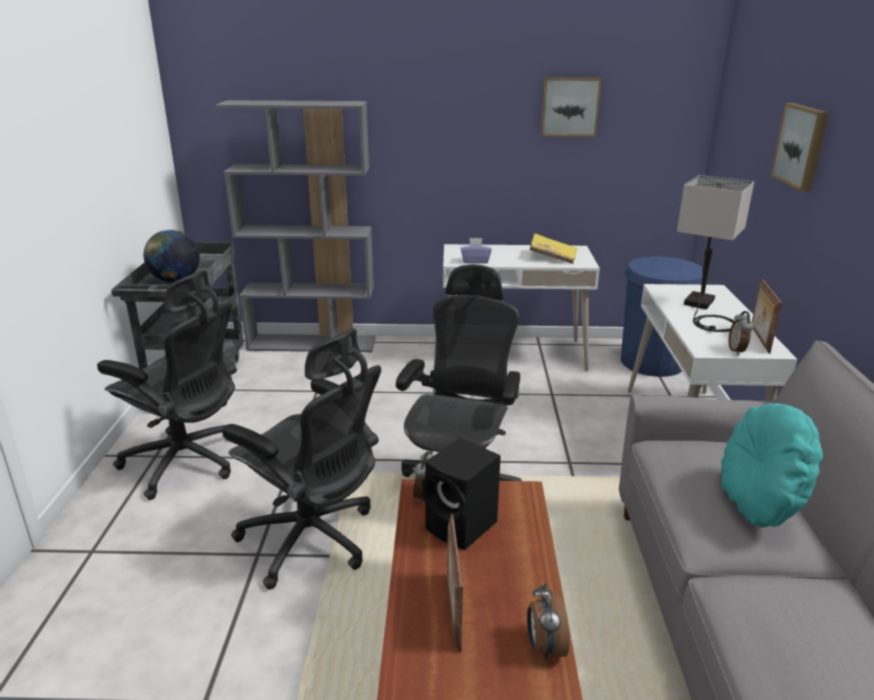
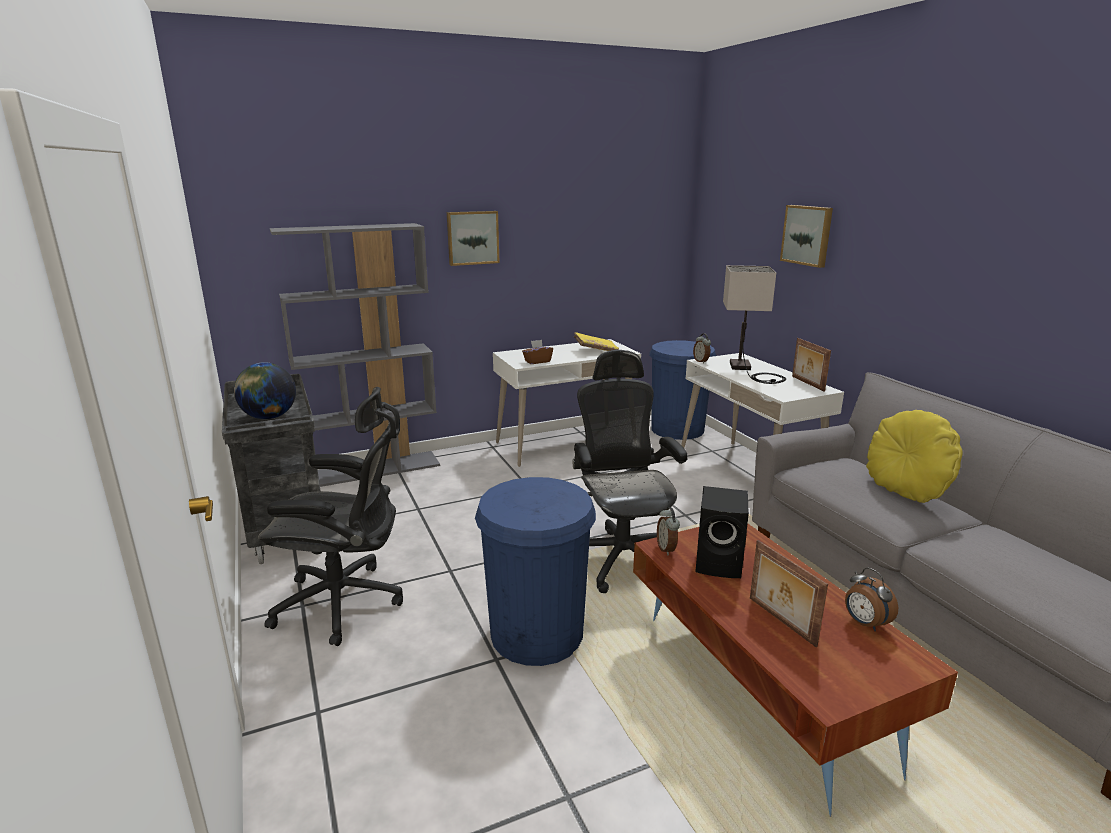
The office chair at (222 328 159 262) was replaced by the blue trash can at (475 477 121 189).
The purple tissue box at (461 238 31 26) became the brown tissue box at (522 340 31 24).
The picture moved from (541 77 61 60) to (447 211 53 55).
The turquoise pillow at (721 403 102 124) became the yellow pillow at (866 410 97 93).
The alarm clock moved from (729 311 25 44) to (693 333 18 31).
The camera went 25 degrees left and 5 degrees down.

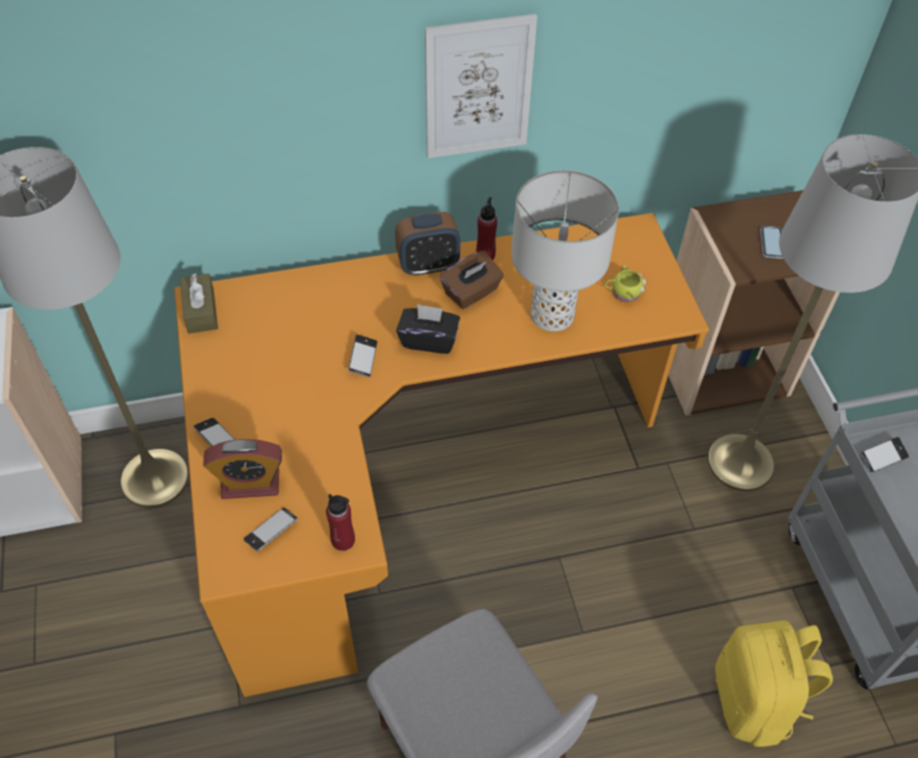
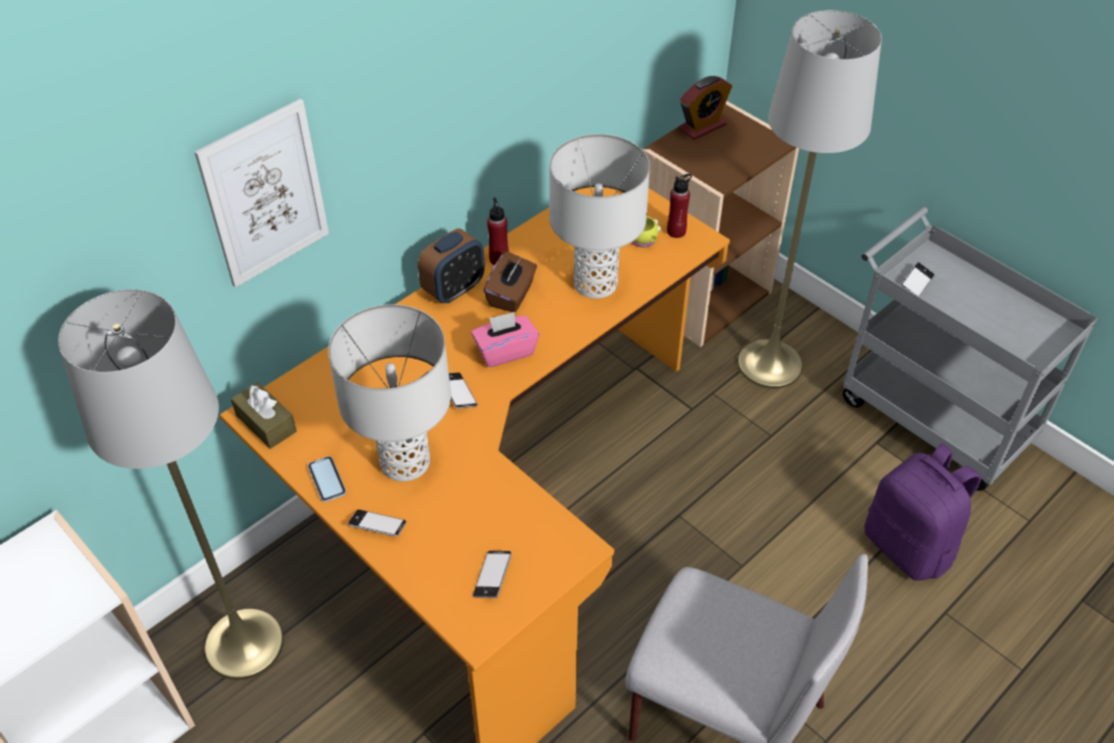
The alarm clock moved from (203 439 79 60) to (679 76 53 64).
The red bottle moved from (326 494 29 57) to (667 174 25 64).
The black tissue box at (396 304 64 50) became the pink tissue box at (471 312 68 55).
The picture moved from (425 14 112 145) to (195 99 134 189).
The yellow backpack at (715 620 118 127) became the purple backpack at (865 443 116 138).
The phone moved from (760 226 23 33) to (308 456 38 46).
The white table lamp at (328 304 123 177) appeared.
The camera went 30 degrees left and 5 degrees down.

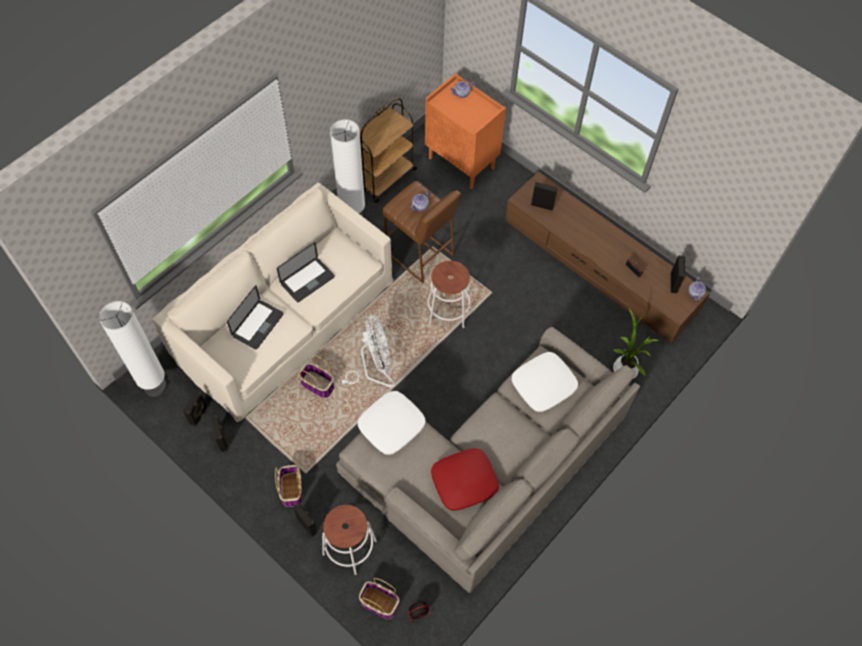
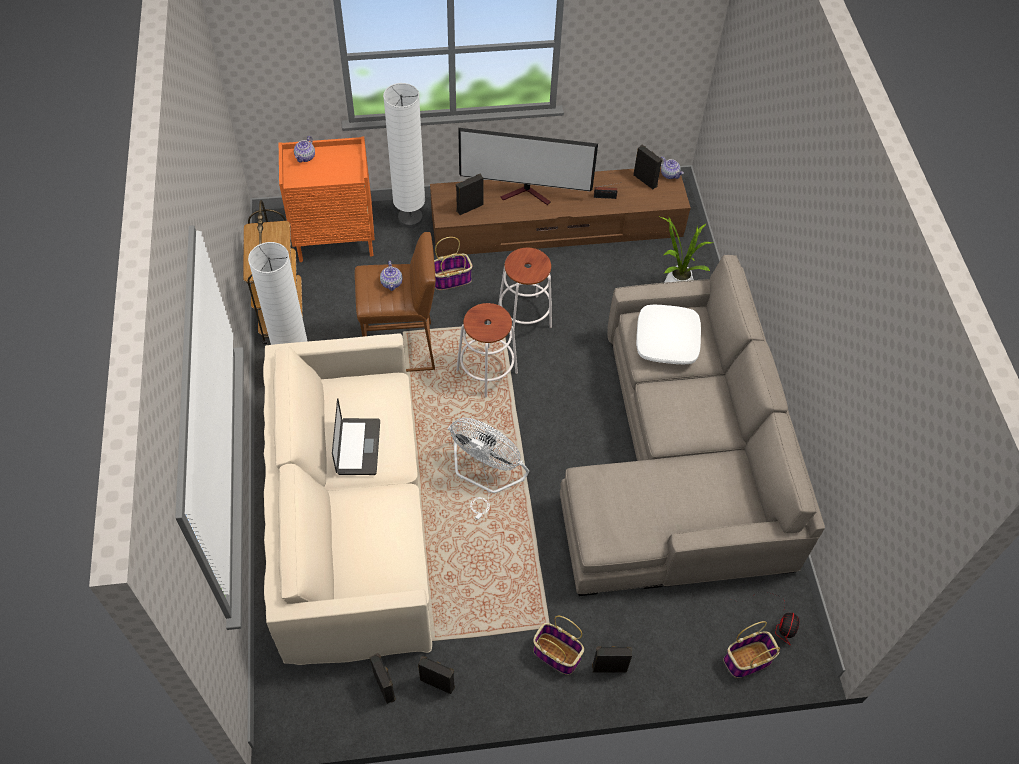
The white floor lamp moved from (99 301 68 96) to (383 83 42 145).
The laptop at (227 285 57 65) disappeared.
The basket moved from (298 355 36 43) to (434 237 39 53).
The white stool moved from (322 505 55 70) to (498 248 54 82).
The white pillow at (358 391 68 64) disappeared.
The red pillow at (431 448 68 63) disappeared.
The television at (458 128 140 77) appeared.
The camera went 50 degrees left and 5 degrees down.

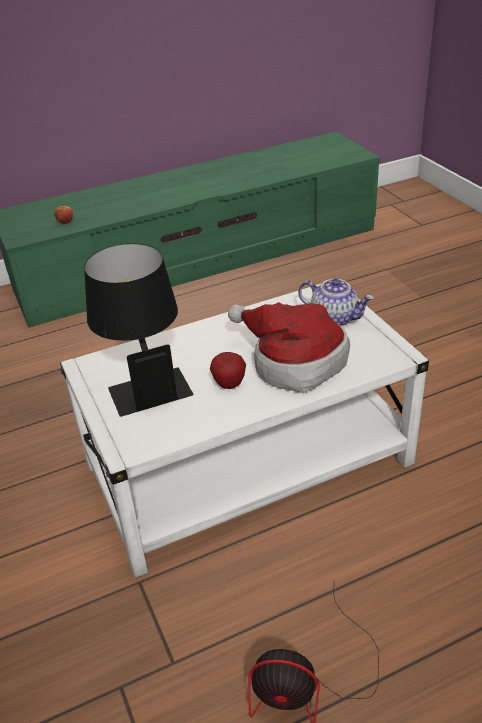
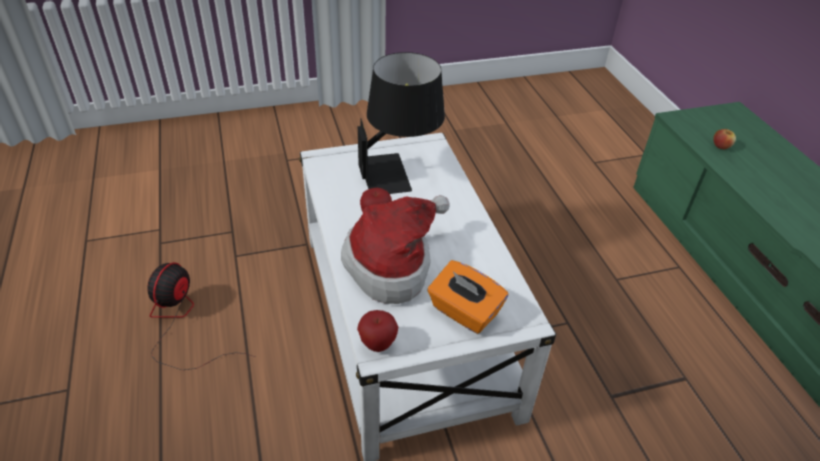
The teapot at (298 279 76 47) was replaced by the orange tissue box at (427 260 81 74).
The apple at (357 310 41 42) appeared.
The camera went 95 degrees right and 5 degrees up.

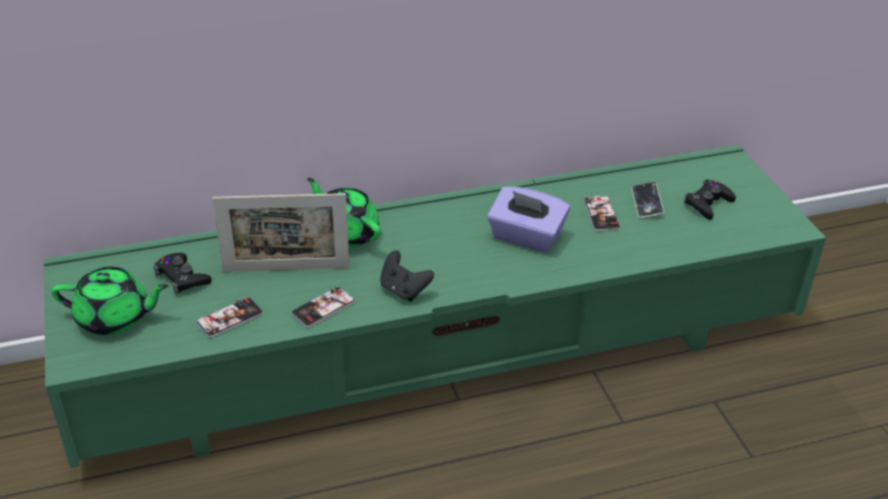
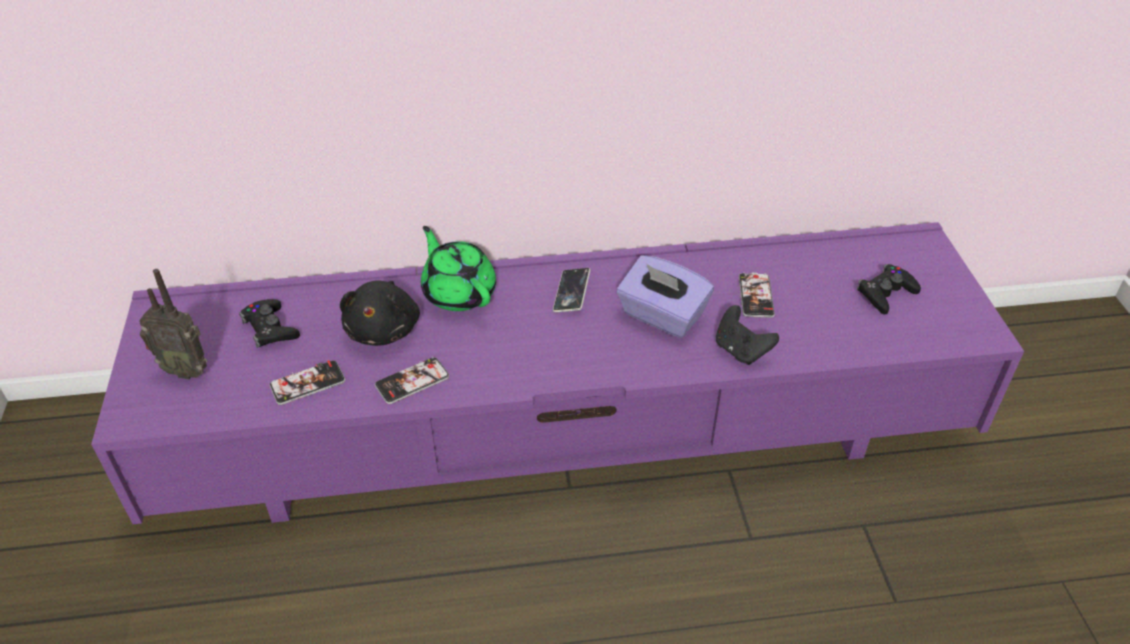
The green tv stand at (44 145 782 323) became the purple tv stand at (91 222 933 302).
The green teapot at (52 267 117 68) was replaced by the radio at (139 269 68 111).
The picture frame at (212 193 138 79) was replaced by the black plush toy at (340 280 80 66).
The black game controller moved from (380 250 54 52) to (716 305 63 60).
The phone moved from (632 182 32 37) to (553 268 37 44).
The camera went 10 degrees right and 5 degrees up.

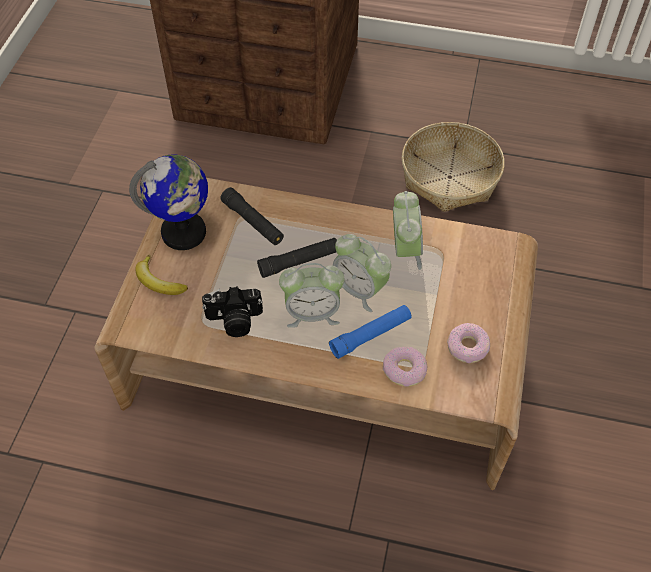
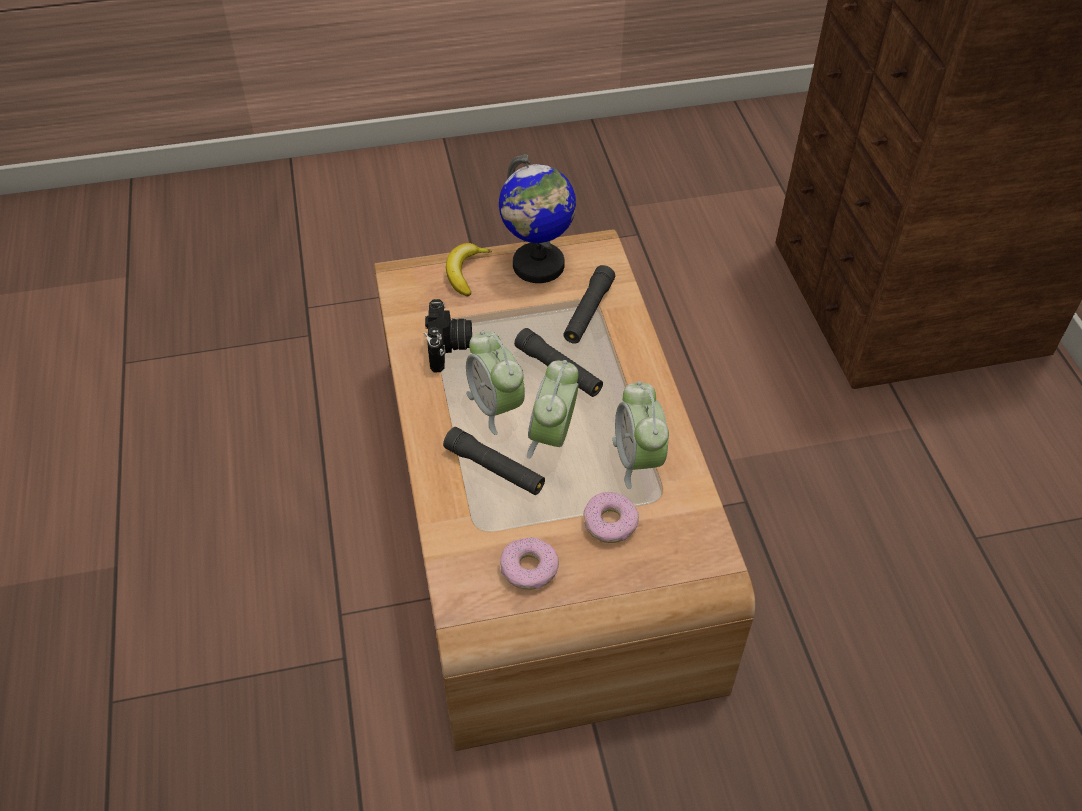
The photo camera at (202 286 61 51) turned 150 degrees counterclockwise.
The blue flashlight at (329 305 83 54) became the black flashlight at (443 427 102 68).
The donut moved from (383 347 45 40) to (584 492 55 51).
The alarm clock at (393 191 30 79) turned 105 degrees clockwise.
The basket at (402 122 103 90) disappeared.
The camera went 65 degrees right and 5 degrees down.

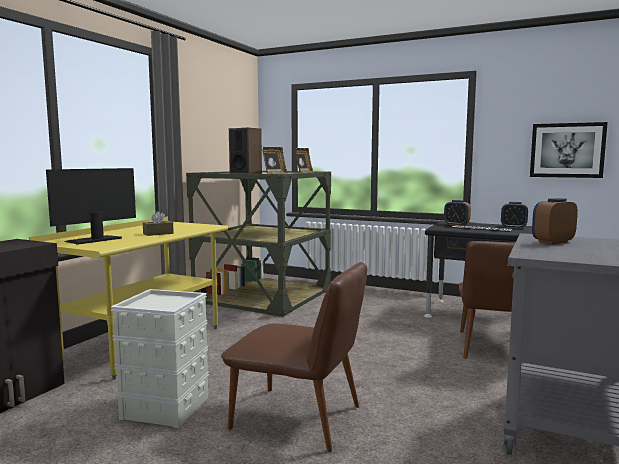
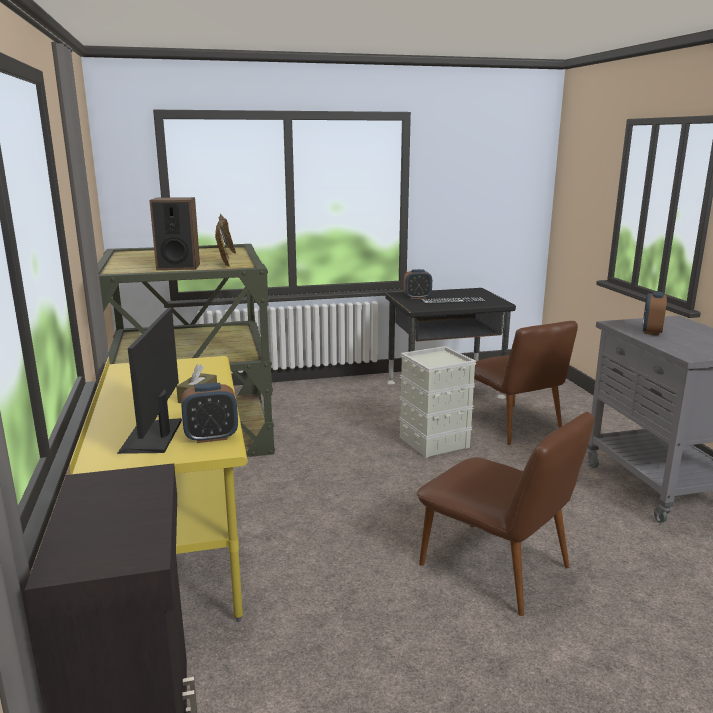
The grey storage box moved from (111 289 98 139) to (399 346 77 112).
The brown chair at (221 262 146 190) turned 60 degrees clockwise.
The alarm clock moved from (501 202 27 27) to (181 383 57 60).
The picture at (530 122 78 56) disappeared.
The camera went 40 degrees left and 10 degrees up.

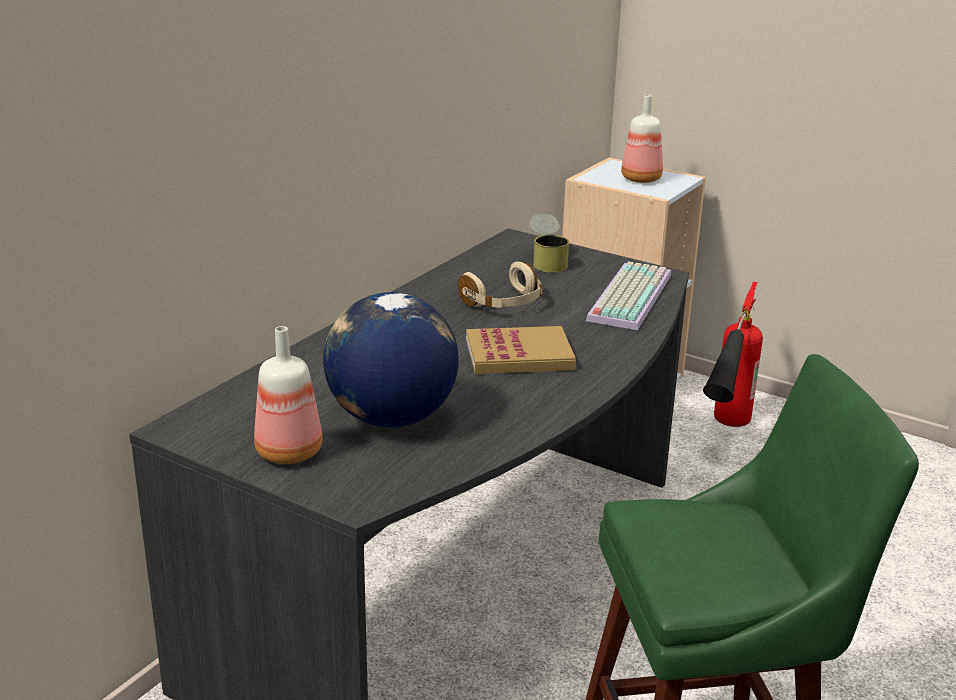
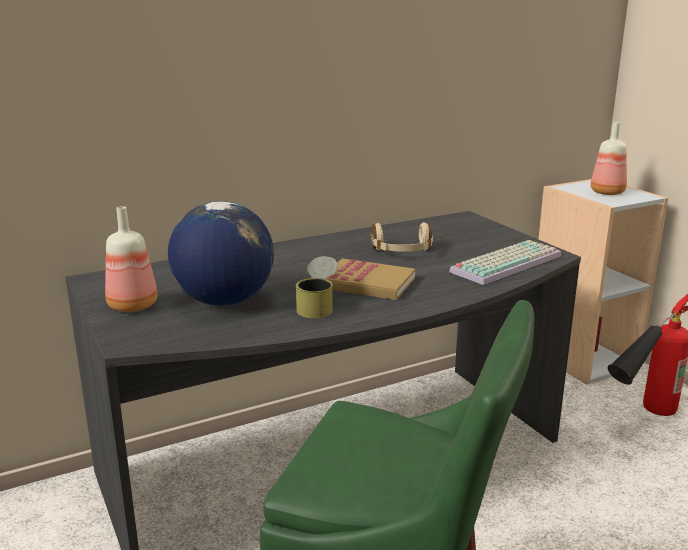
The can moved from (529 213 40 60) to (296 256 42 62).
The camera went 30 degrees right and 5 degrees down.

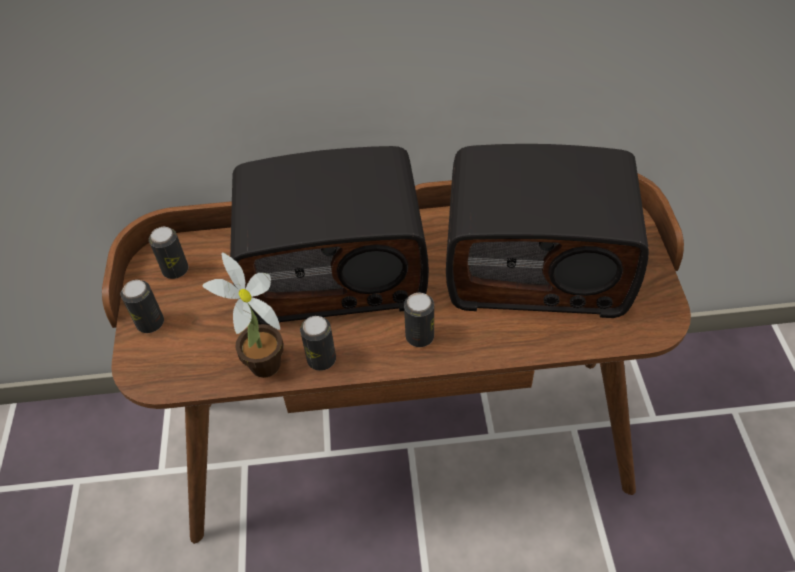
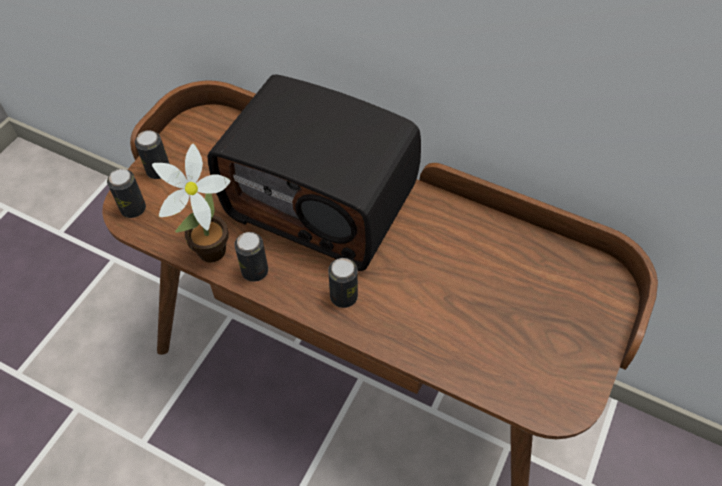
The can moved from (149 227 39 52) to (107 169 39 49).
The radio at (446 144 203 174) disappeared.
The camera went 30 degrees right and 5 degrees up.

